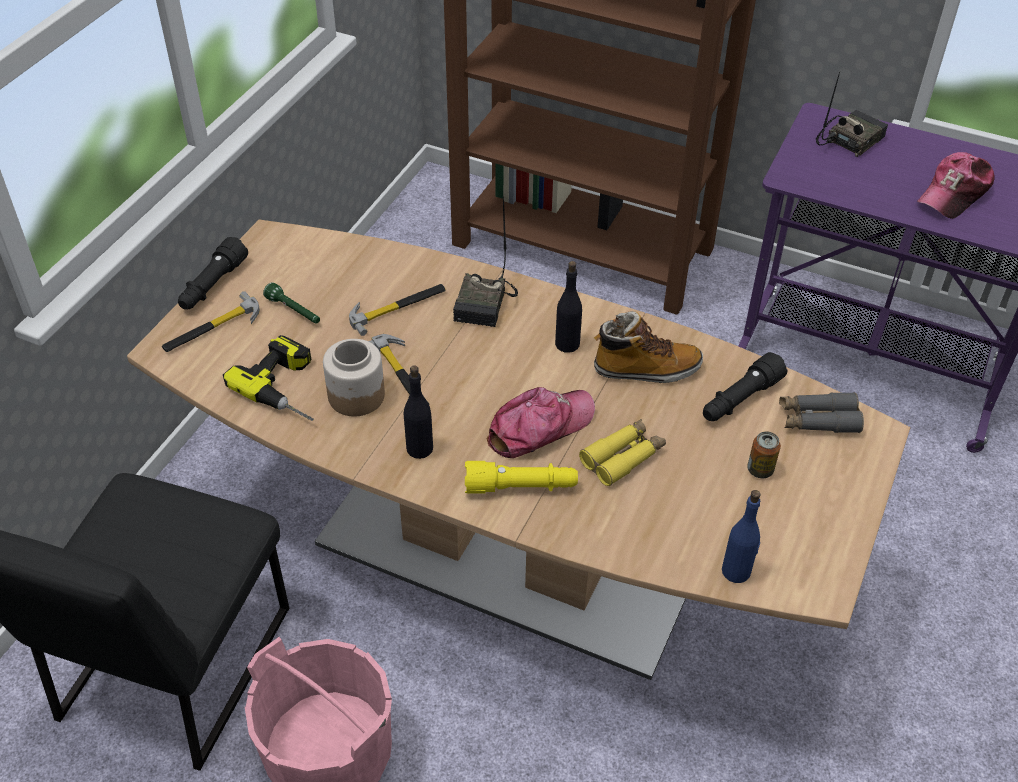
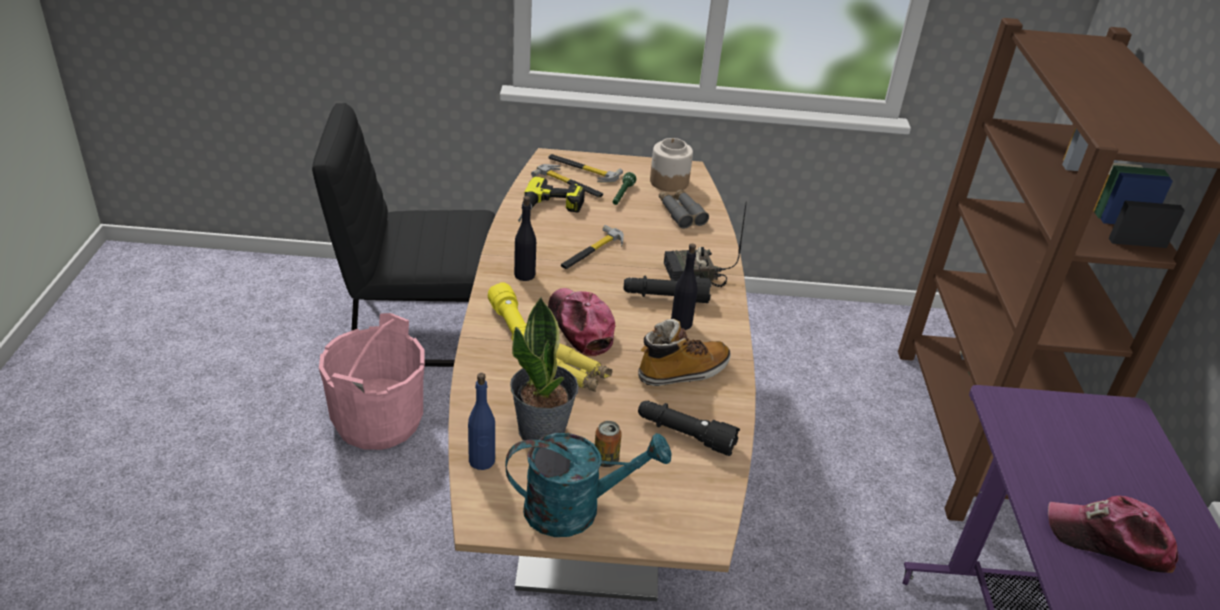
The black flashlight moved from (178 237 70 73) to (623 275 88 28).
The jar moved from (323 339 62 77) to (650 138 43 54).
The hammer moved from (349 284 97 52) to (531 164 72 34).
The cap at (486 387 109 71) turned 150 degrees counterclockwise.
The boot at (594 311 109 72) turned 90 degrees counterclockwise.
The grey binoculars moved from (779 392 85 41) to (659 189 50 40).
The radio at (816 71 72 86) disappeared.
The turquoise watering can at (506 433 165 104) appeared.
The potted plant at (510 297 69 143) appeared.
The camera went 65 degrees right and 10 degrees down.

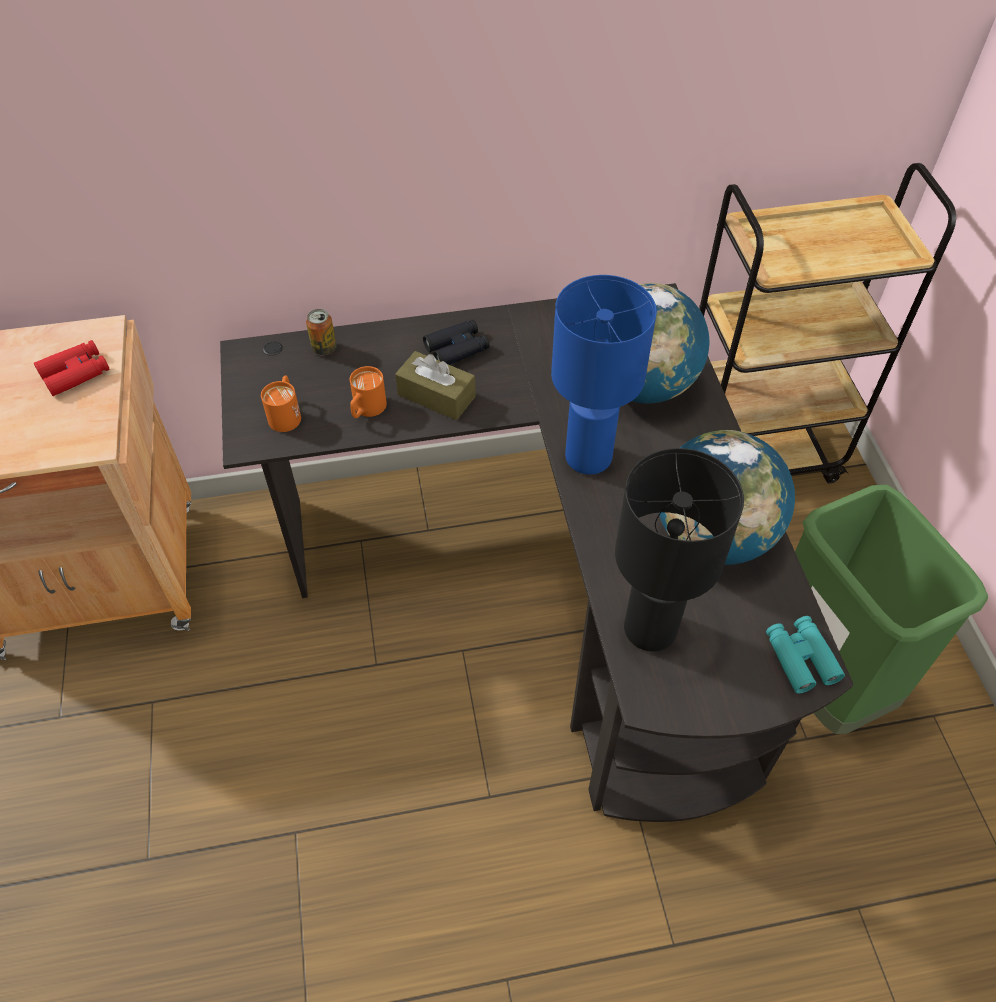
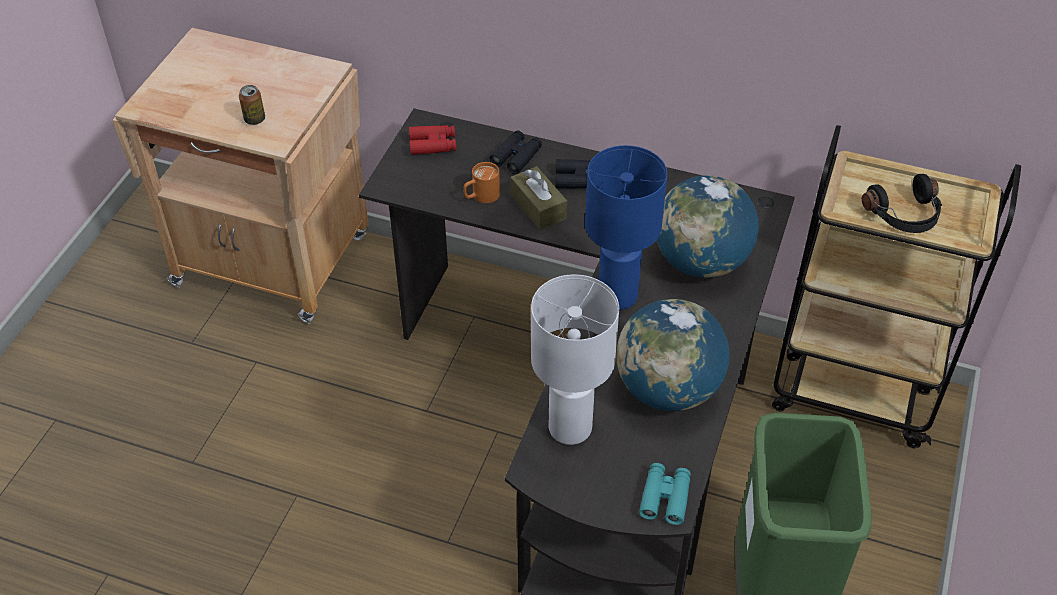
The red binoculars moved from (34 340 75 56) to (409 125 47 30).
The orange mug at (261 375 40 57) disappeared.
The can moved from (306 309 31 46) to (239 85 26 40).
The black table lamp at (615 448 129 204) became the white table lamp at (531 274 88 171).
The black binoculars at (489 130 53 44) appeared.
The black headphones at (862 174 80 59) appeared.
The camera went 30 degrees right and 5 degrees down.

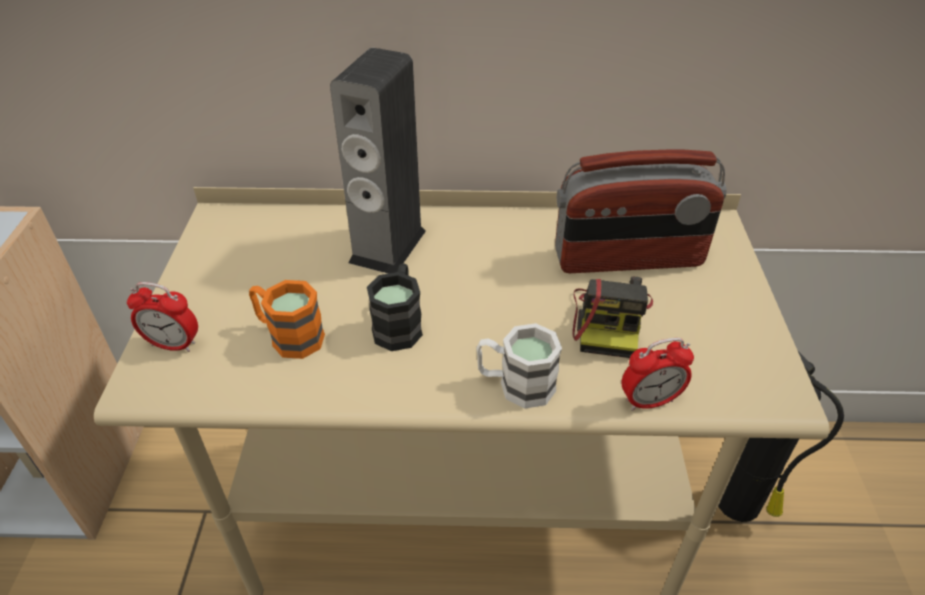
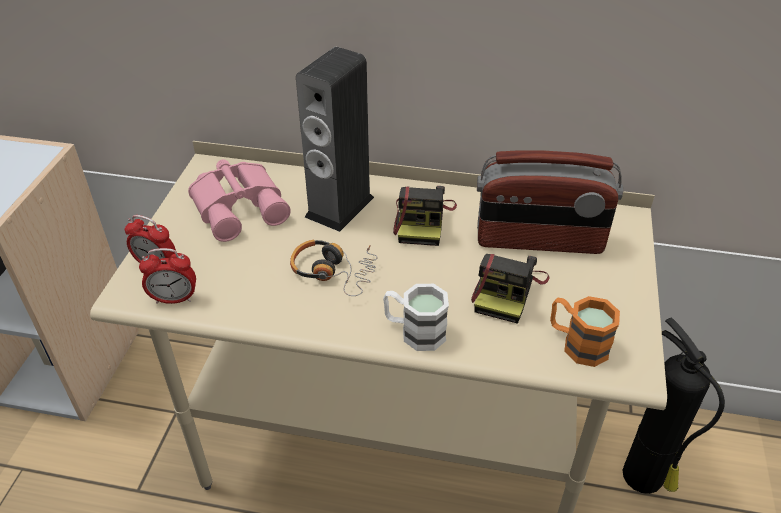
The orange mug moved from (249 280 76 79) to (550 296 70 71).
The black mug at (367 263 56 88) was replaced by the headphones at (290 240 88 56).
The alarm clock moved from (621 338 73 73) to (139 248 57 56).
The pink binoculars at (188 159 103 83) appeared.
The photo camera at (393 186 64 60) appeared.
The camera went 10 degrees right and 0 degrees up.

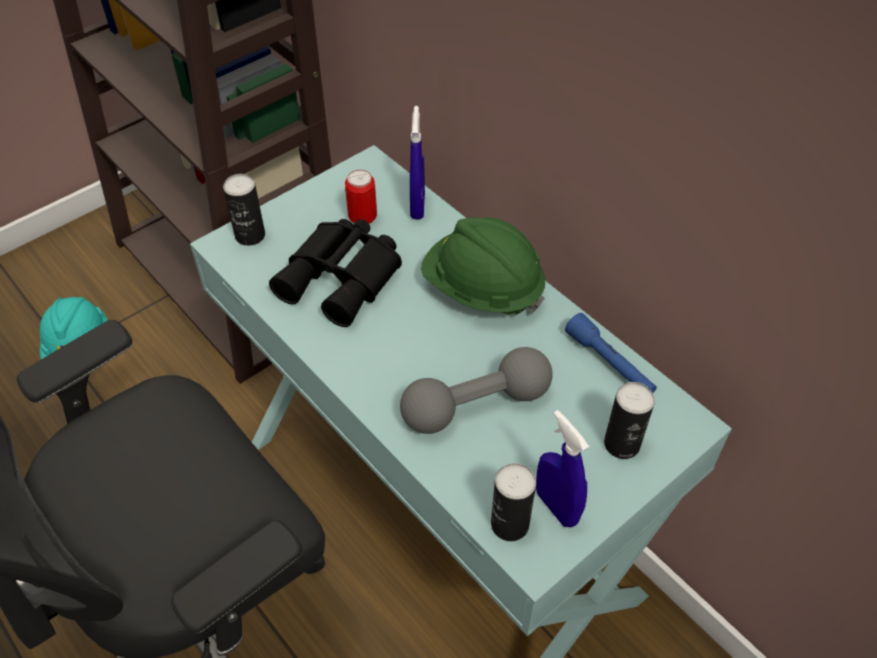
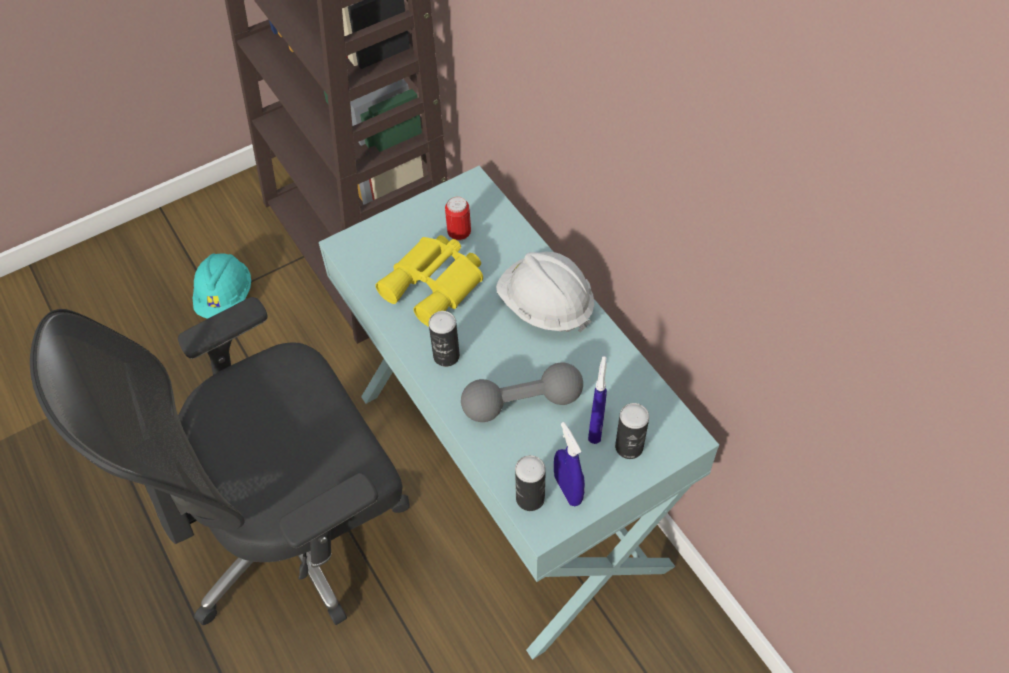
The can moved from (223 174 42 72) to (429 311 31 56).
The black binoculars at (269 219 133 108) became the yellow binoculars at (375 235 108 92).
The blue spray bottle moved from (410 106 15 114) to (588 356 19 88).
The green hard hat at (421 217 124 98) became the white hard hat at (496 252 98 80).
The blue flashlight at (565 313 92 80) disappeared.
The camera went 10 degrees right and 5 degrees up.

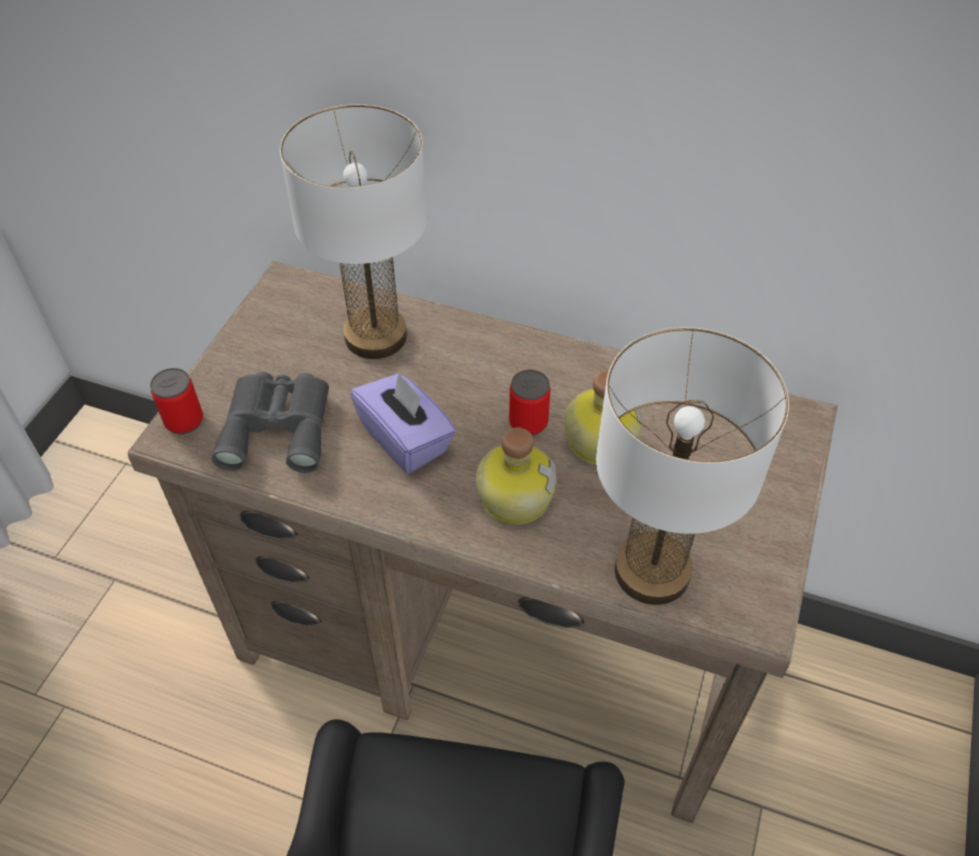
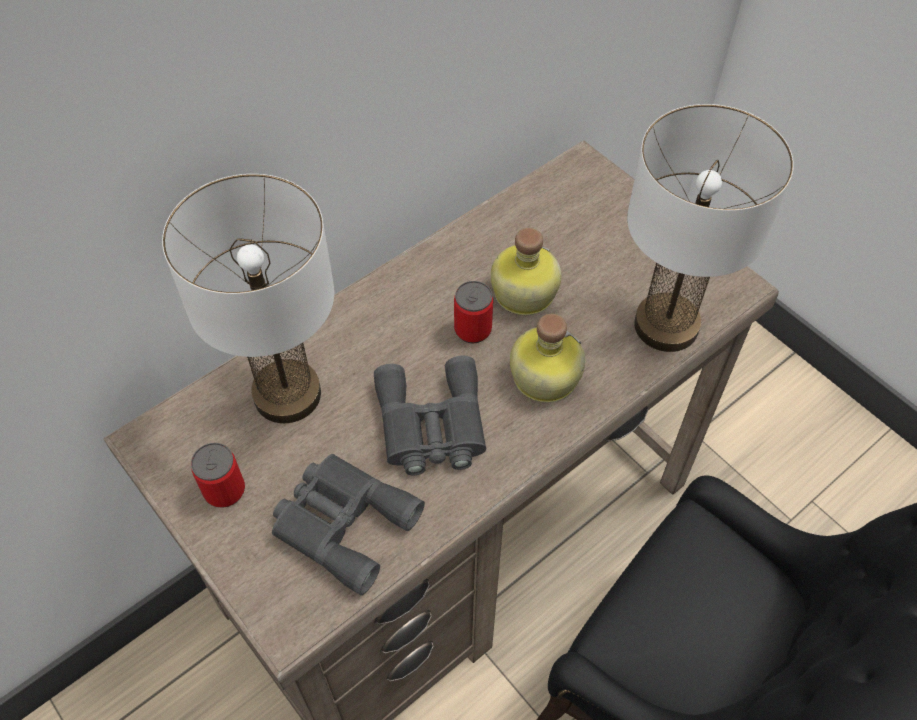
The can moved from (150 368 53 66) to (191 443 54 65).
The purple tissue box at (350 372 106 102) was replaced by the grey binoculars at (374 355 112 120).
The camera went 60 degrees left and 5 degrees up.

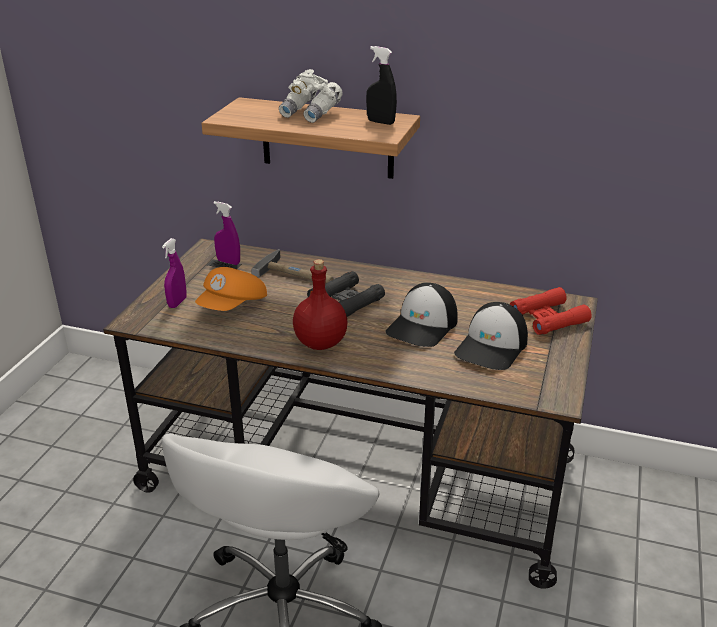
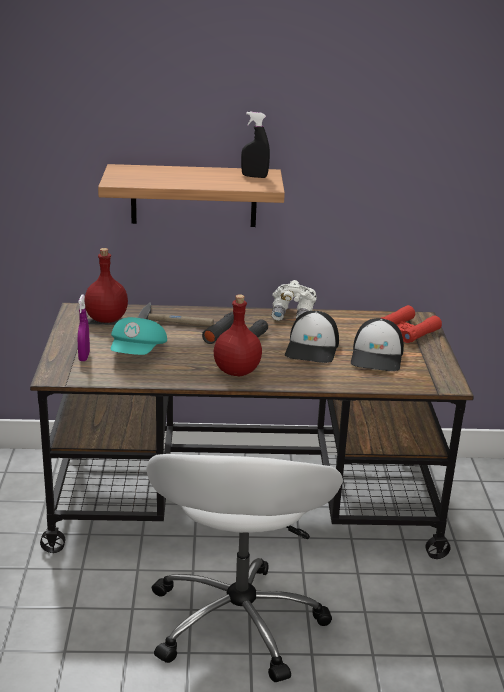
The orange cap at (195 267 72 44) became the turquoise cap at (111 317 56 38).
The purple spray bottle at (214 201 26 64) was replaced by the red bottle at (84 248 44 75).
The white binoculars moved from (279 69 64 54) to (272 280 45 41).
The camera went 20 degrees left and 5 degrees down.

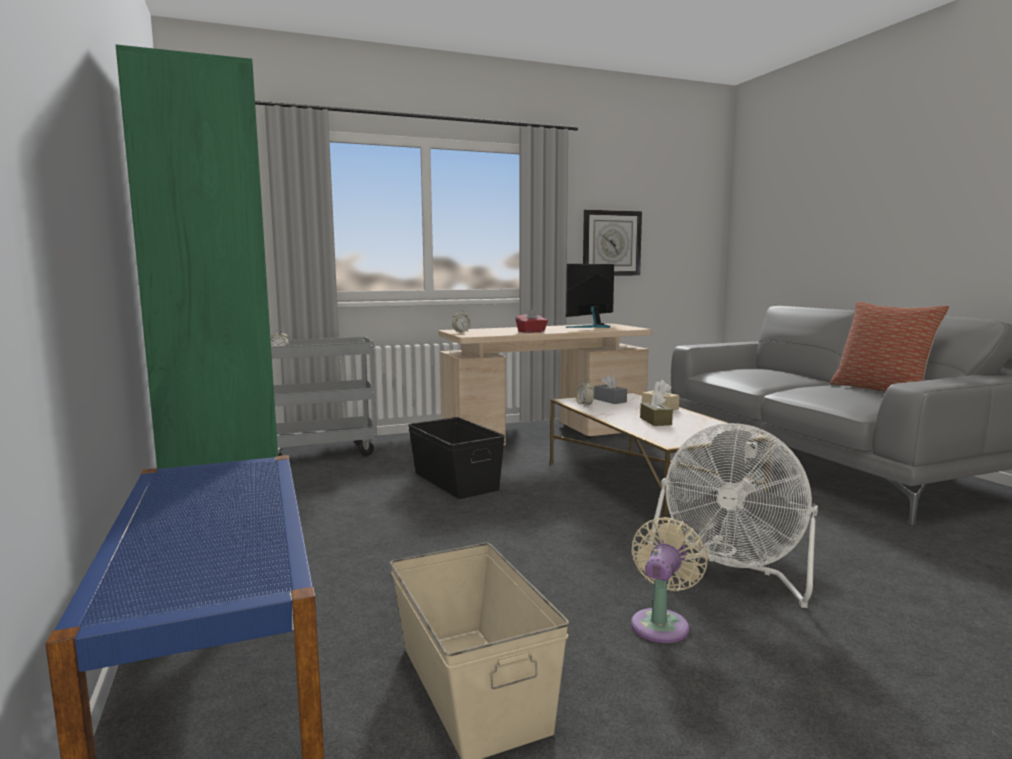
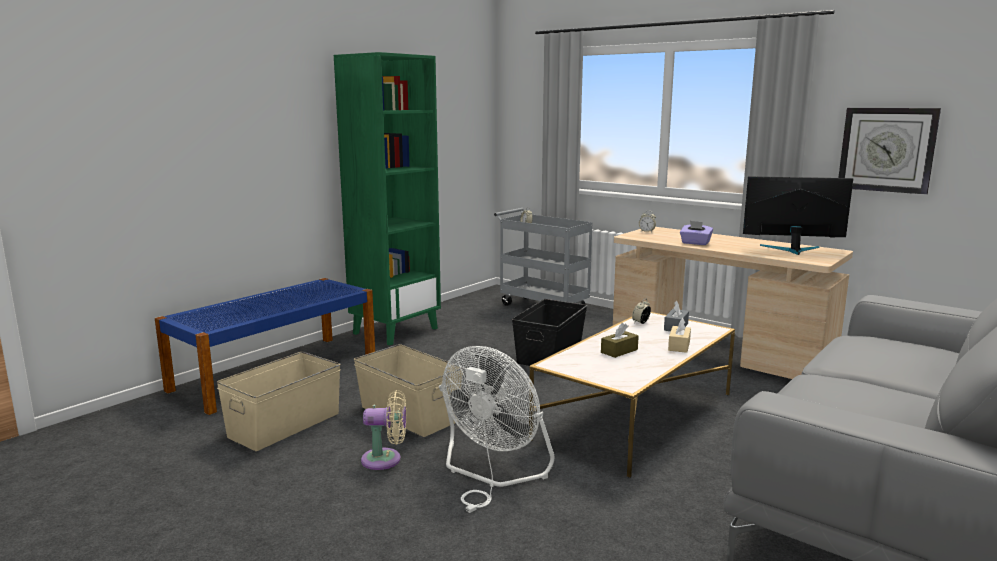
The red tissue box at (515 310 33 23) became the purple tissue box at (680 221 33 24).
The white fan at (648 423 170 185) turned 120 degrees clockwise.
The pillow at (830 302 119 90) disappeared.
The beige storage box at (354 344 109 93) appeared.
The camera went 60 degrees right and 5 degrees up.

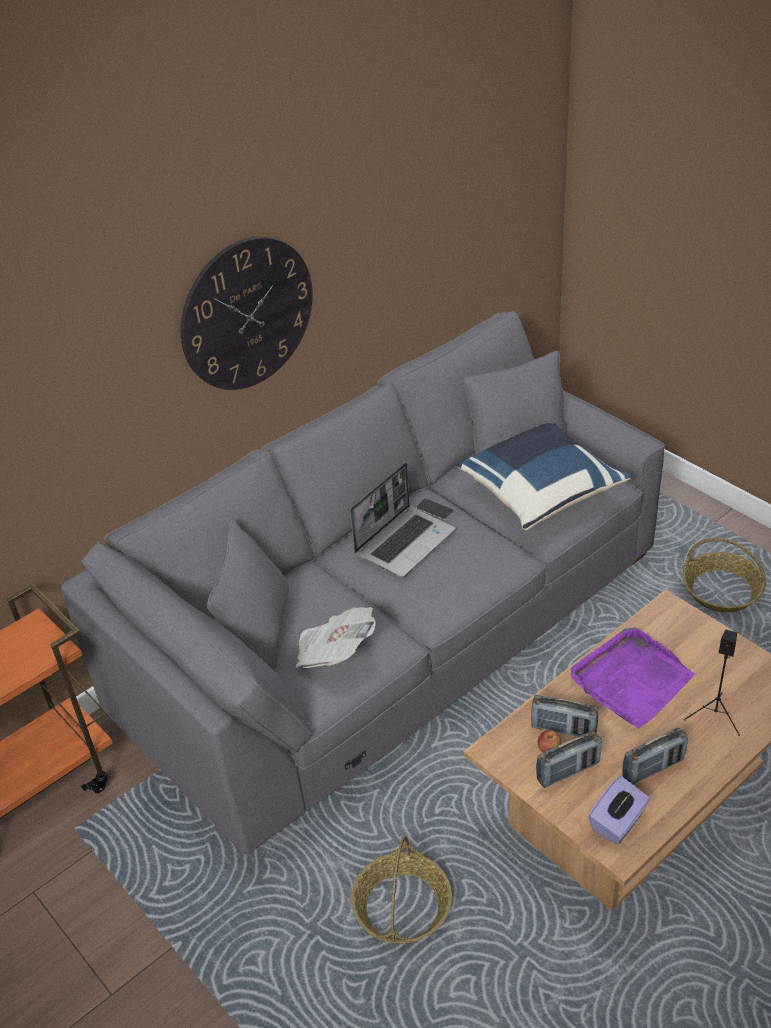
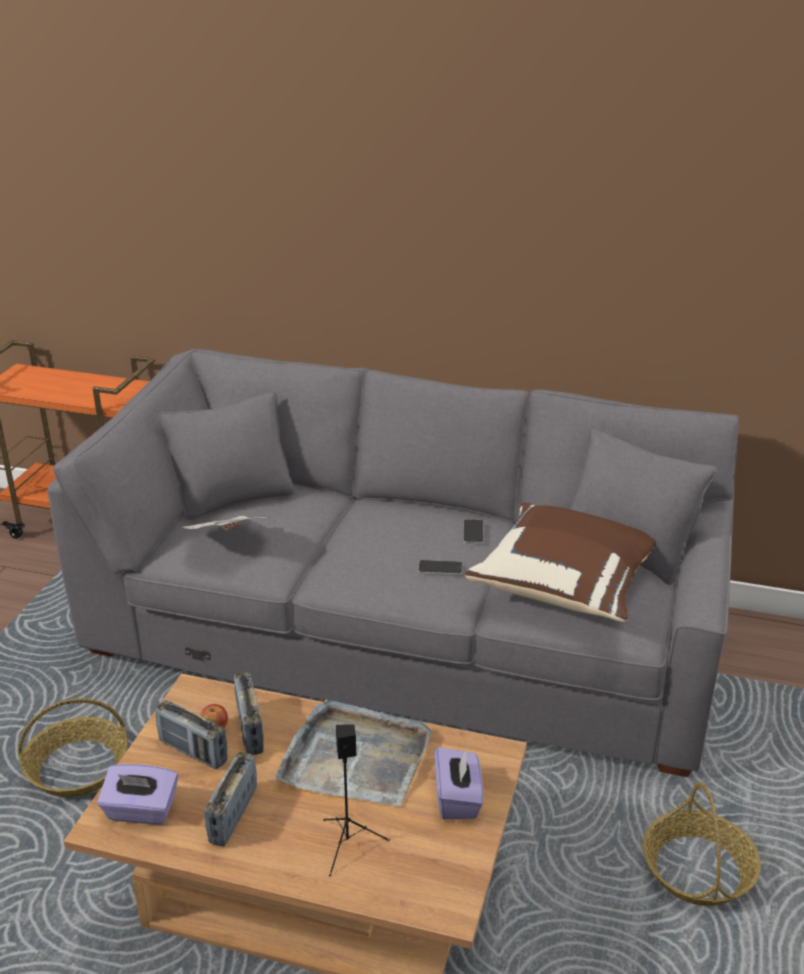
The wall clock at (181 237 132 153) disappeared.
The laptop at (350 463 105 114) disappeared.
The blue pillow at (455 423 176 108) became the brown pillow at (465 502 191 120).
The purple tray at (571 628 124 100) became the grey tray at (275 699 157 107).
The radio at (622 727 66 58) turned 75 degrees clockwise.
The phone at (418 560 45 15) appeared.
The purple tissue box at (435 747 48 72) appeared.
The camera went 55 degrees right and 10 degrees down.

